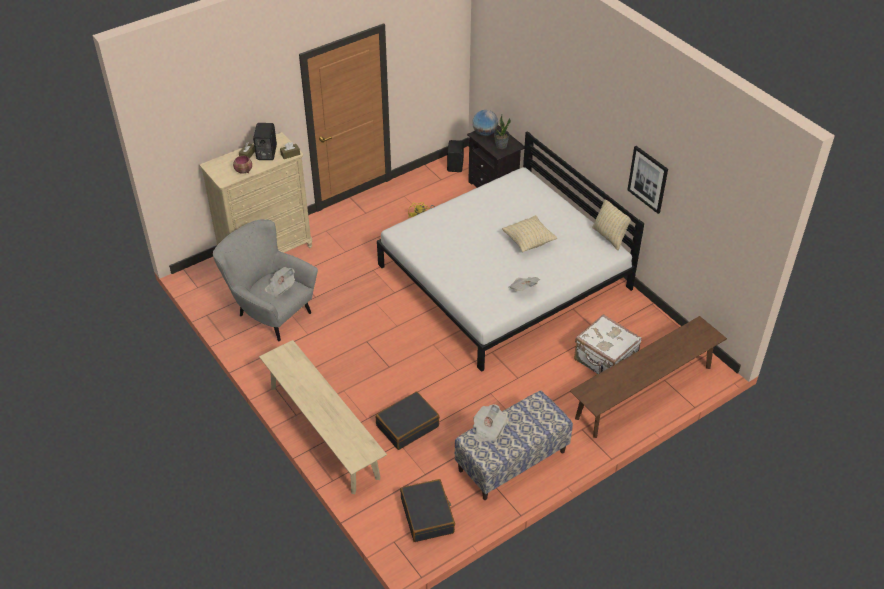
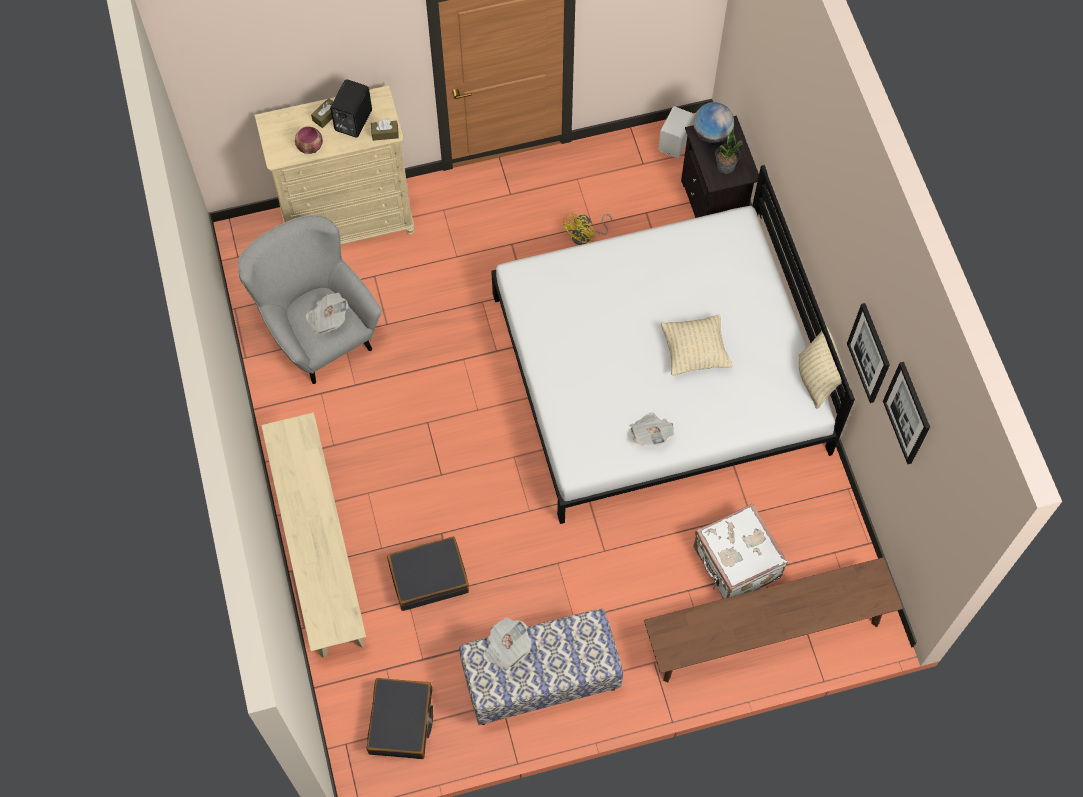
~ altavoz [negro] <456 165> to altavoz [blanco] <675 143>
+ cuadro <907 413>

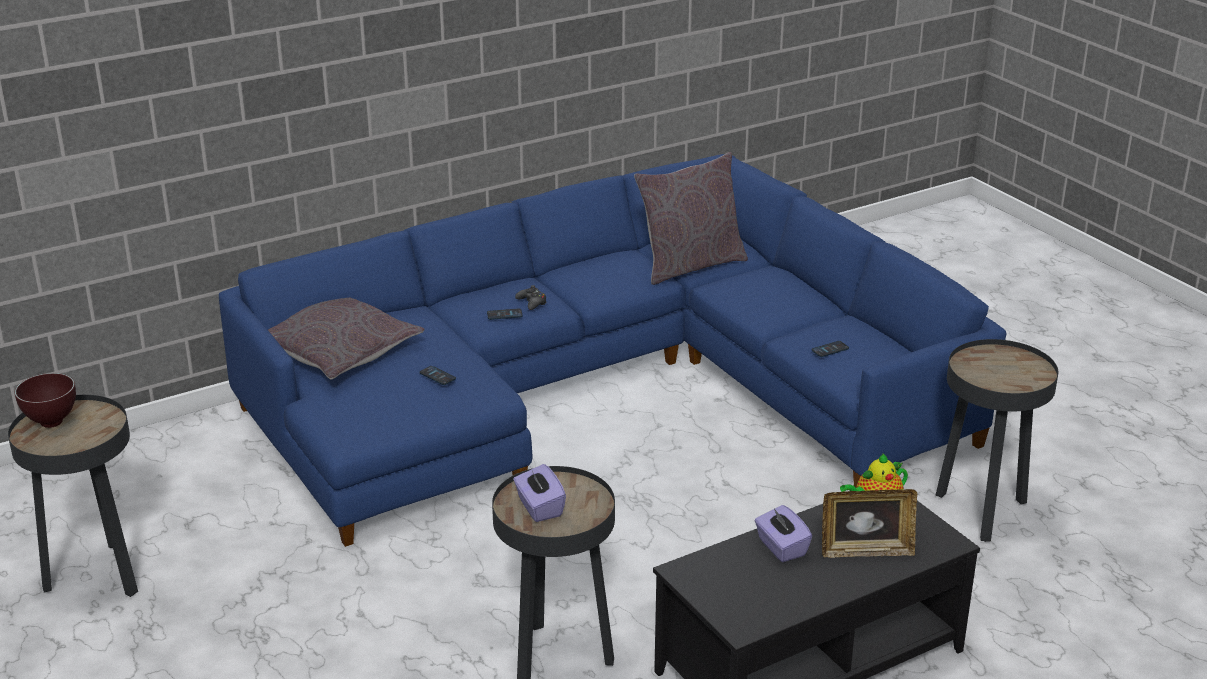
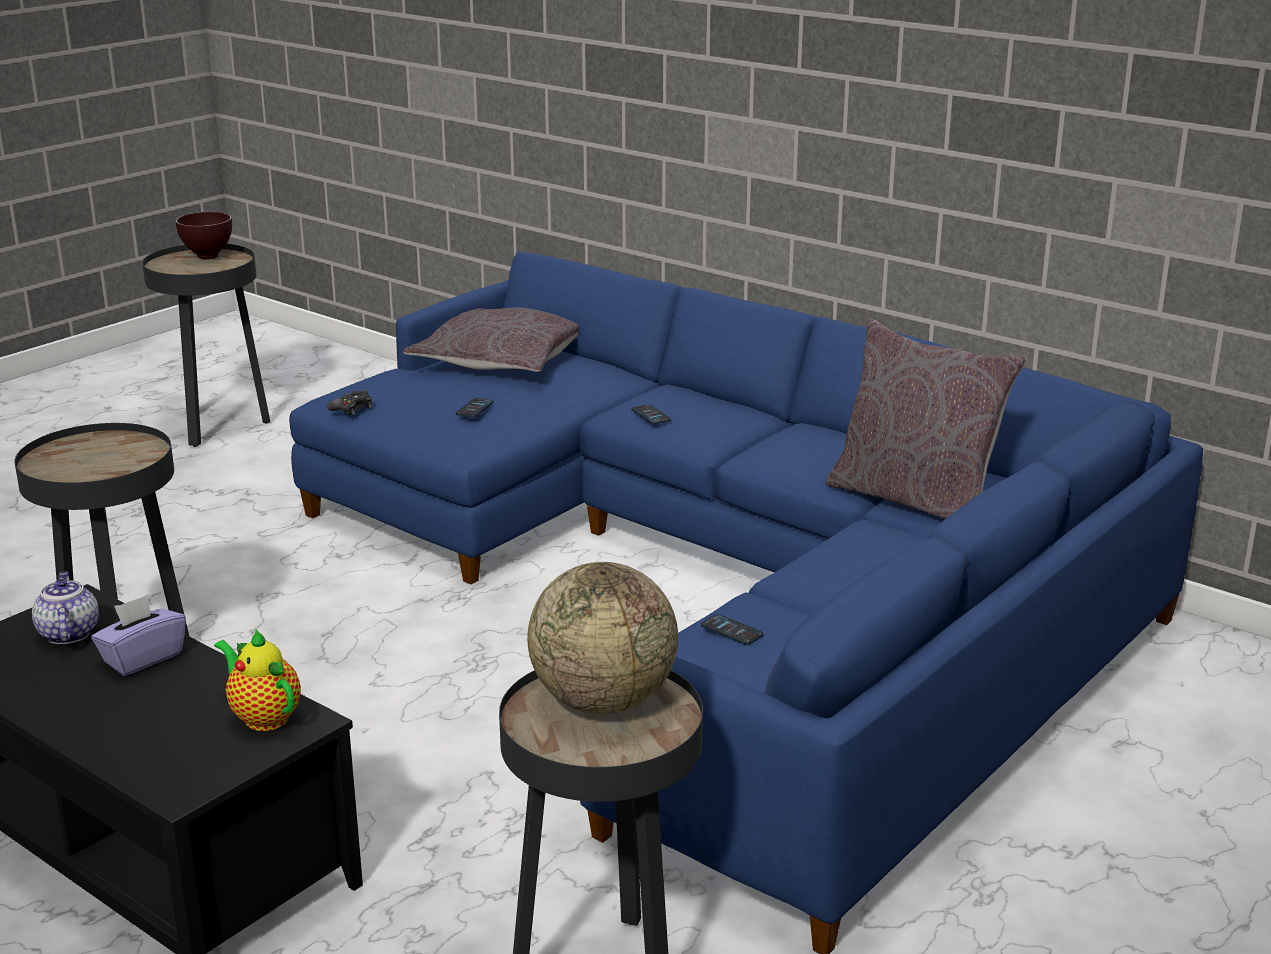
~ mando de consola [negro] <532 302> to <352 409>
- caja de pañuelos [morado] <539 507>
- portarretratos <866 551>
+ globo terráqueo <603 701>
+ tetera <68 633>

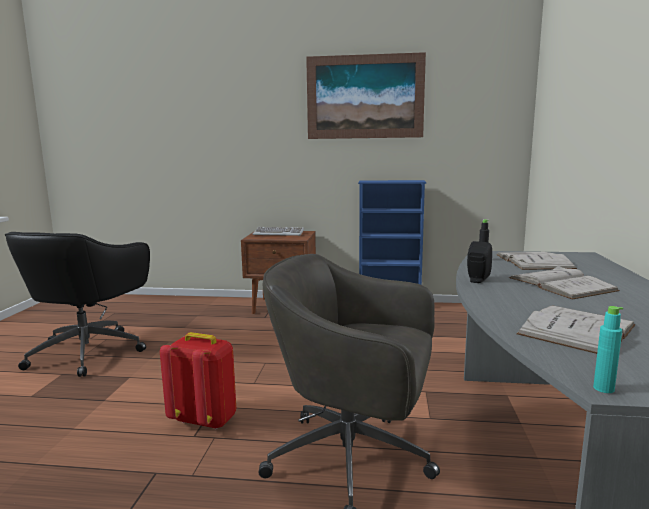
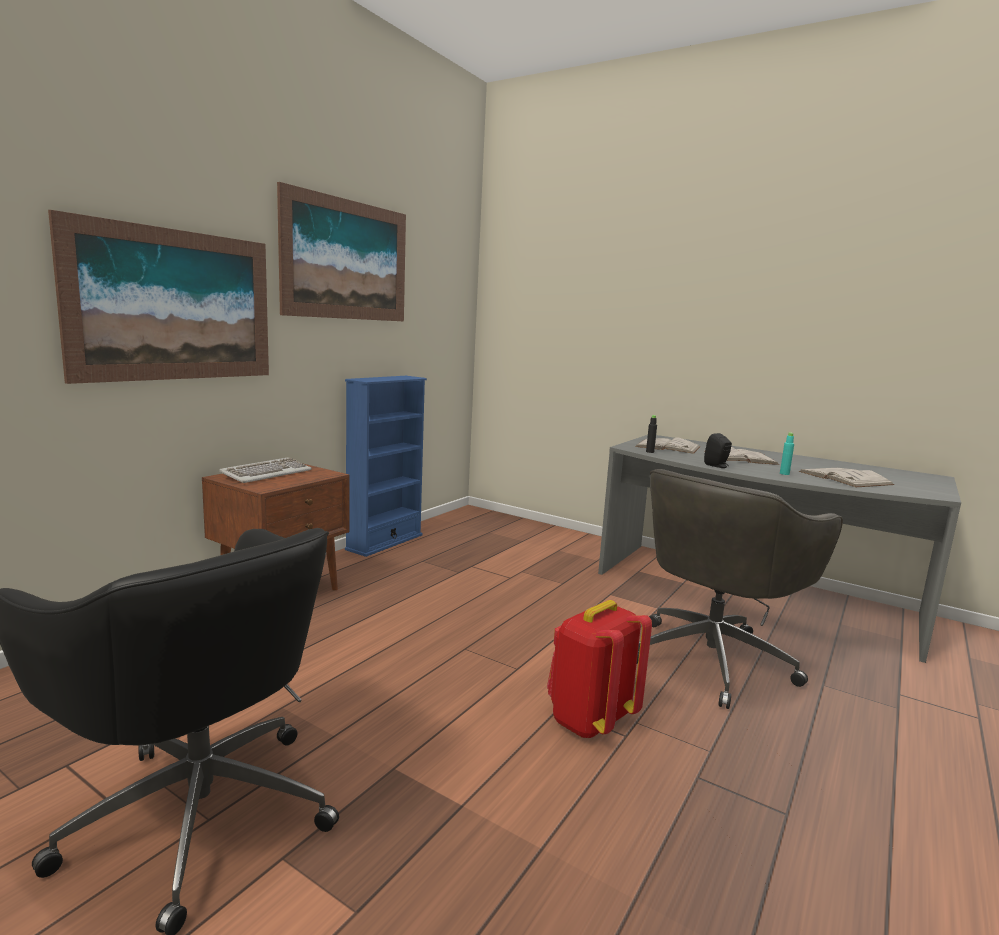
~ botella [turquesa] <603 388> to <784 473>
+ cuadro <174 305>

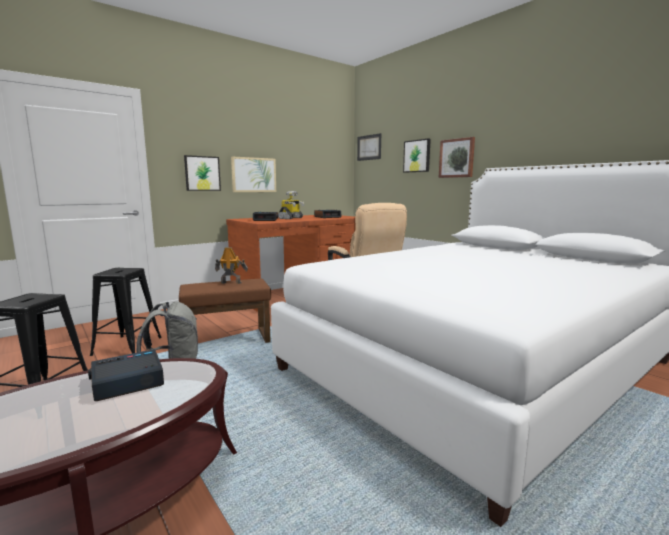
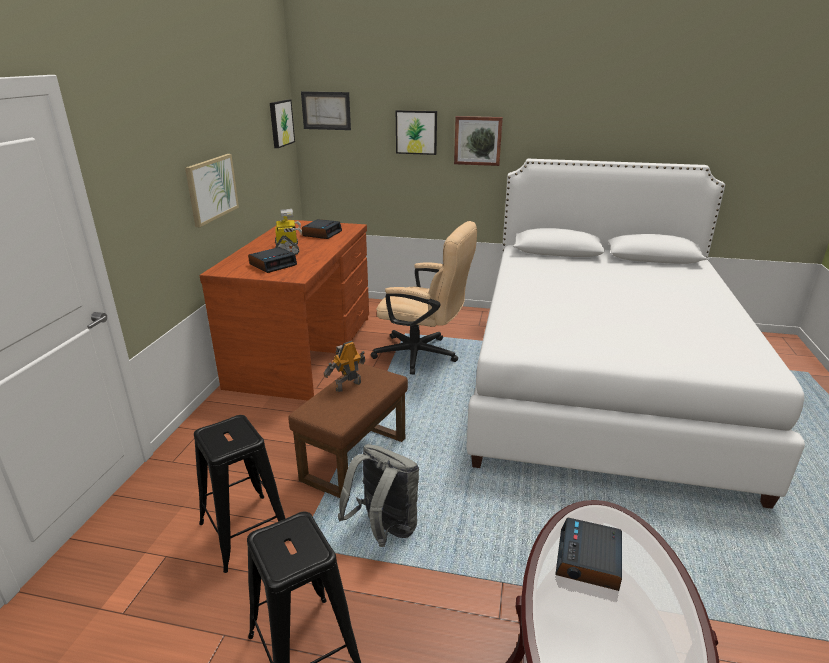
~ cuadro <202 173> to <280 123>

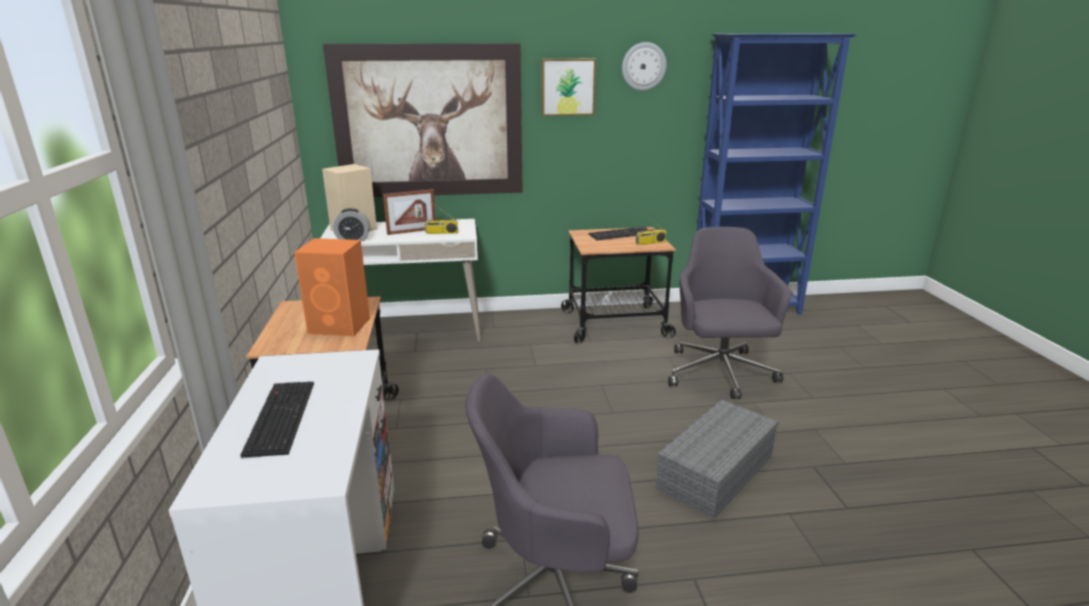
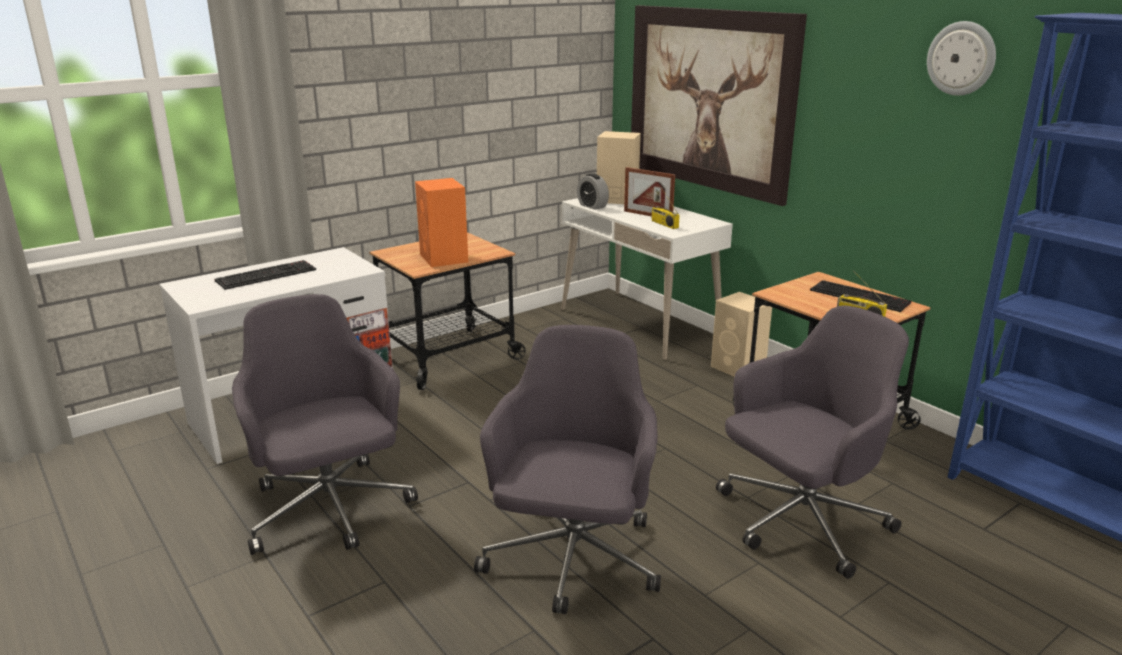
- cuadro <567 87>
~ caja de almacenaje [gris] <715 470> to silla de oficina [gris] <572 560>
+ altavoz [beis] <739 368>

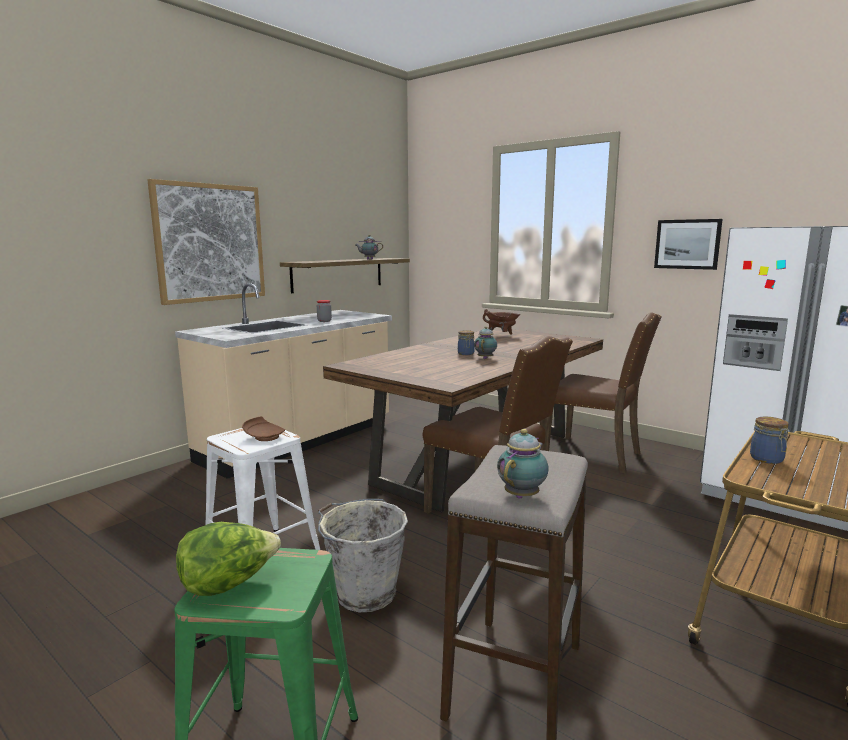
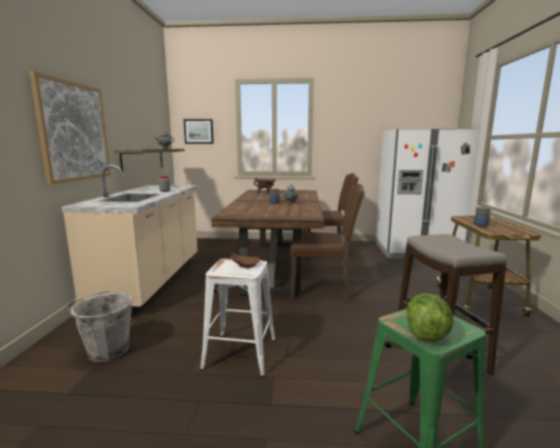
~ cuadro <687 244> to <198 131>
- tetera <523 495>
~ cubo [gris] <364 593> to <107 350>

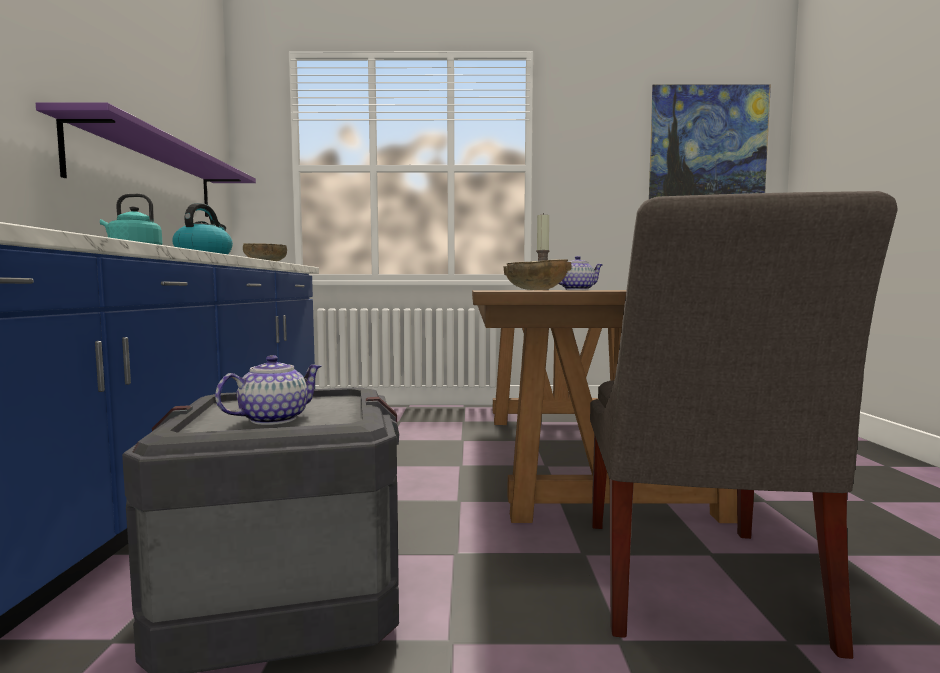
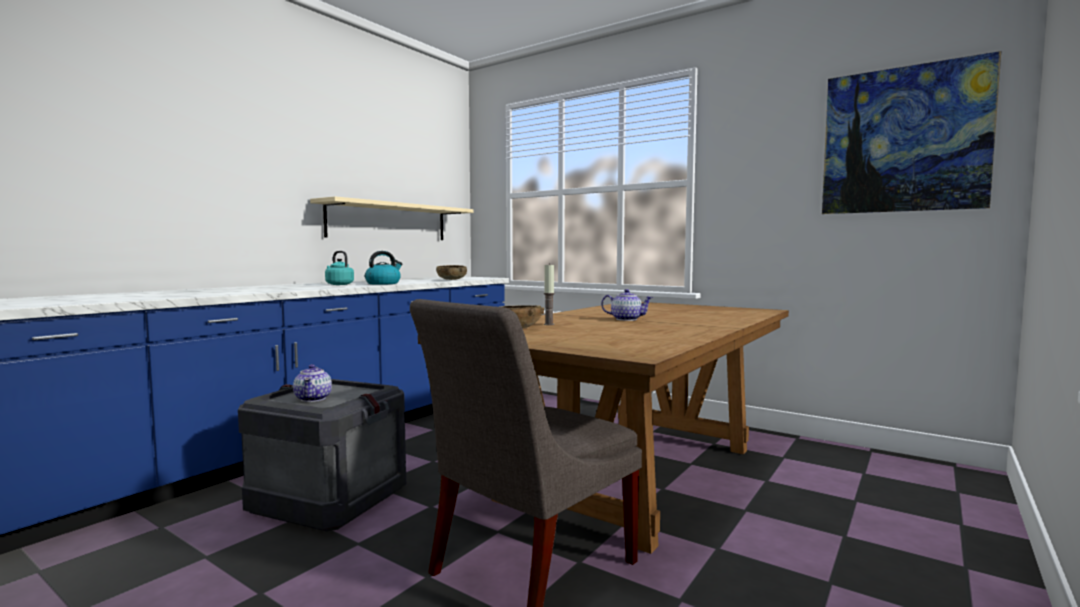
~ estante [morado] <148 175> to estante [beis] <389 222>
~ tetera <272 419> = <313 398> 90 degrees clockwise

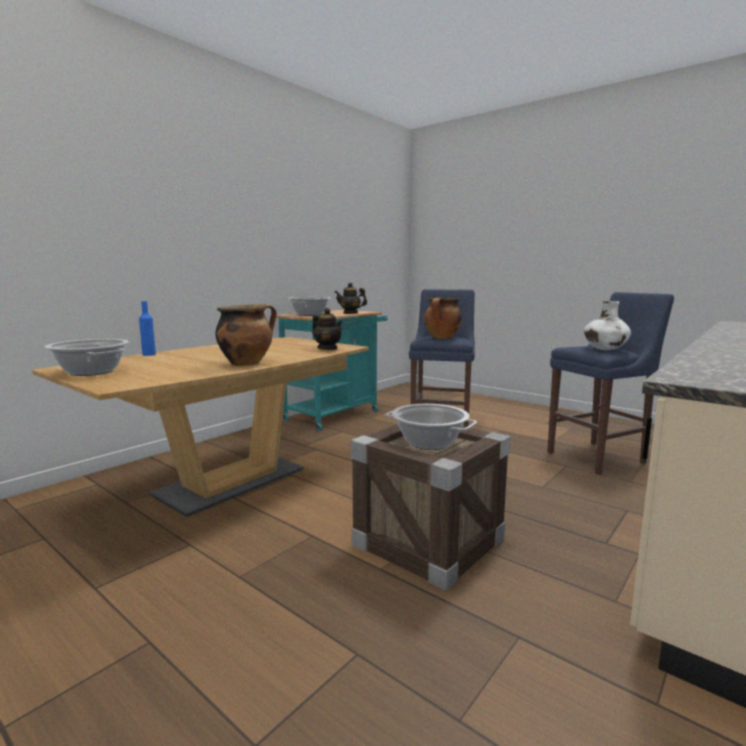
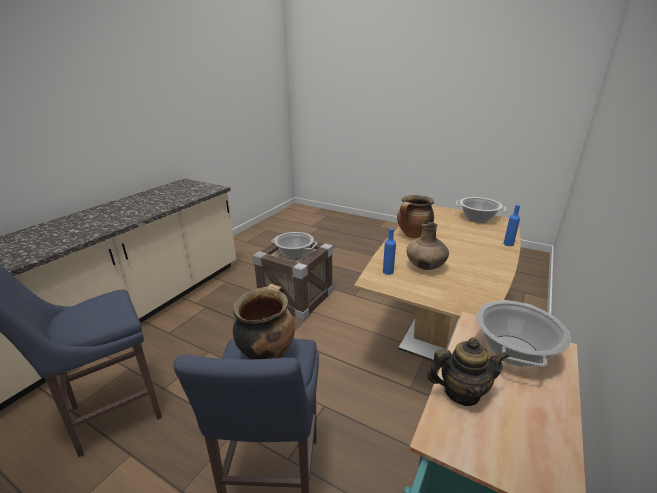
- florero [blanco] <604 350>
~ tetera <327 349> to botella [azul] <388 272>
+ florero [marrón] <425 267>

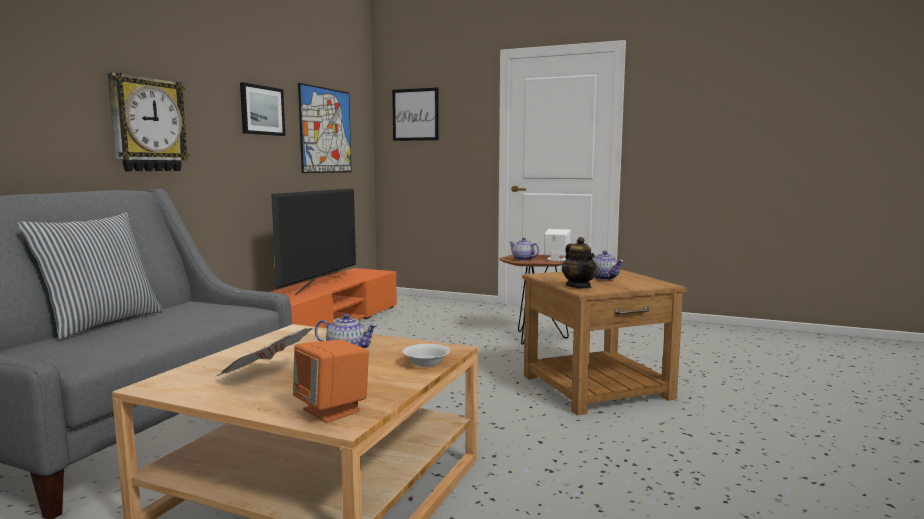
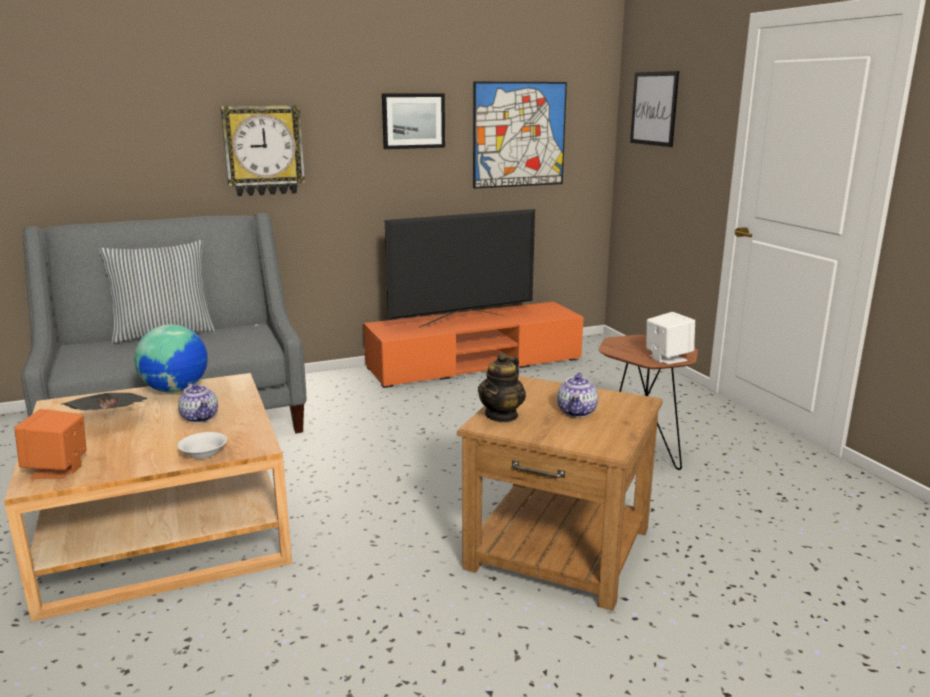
- tetera <523 259>
+ globo terráqueo <176 390>

